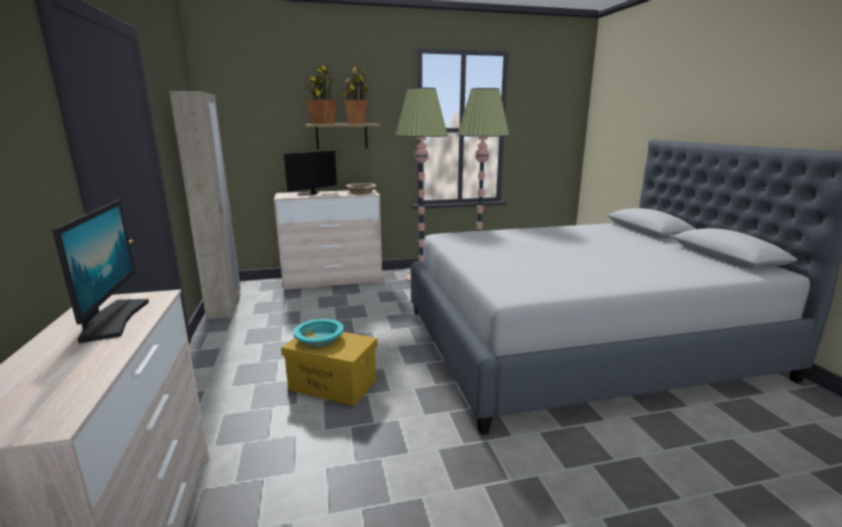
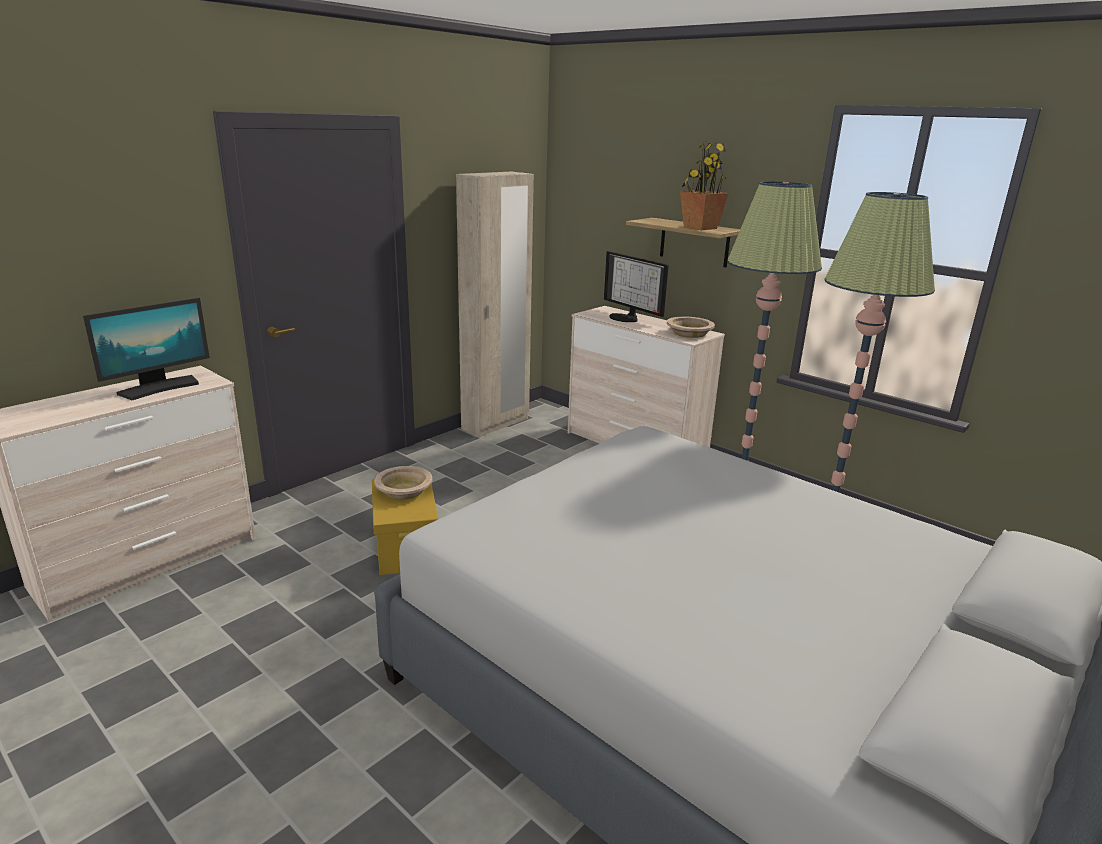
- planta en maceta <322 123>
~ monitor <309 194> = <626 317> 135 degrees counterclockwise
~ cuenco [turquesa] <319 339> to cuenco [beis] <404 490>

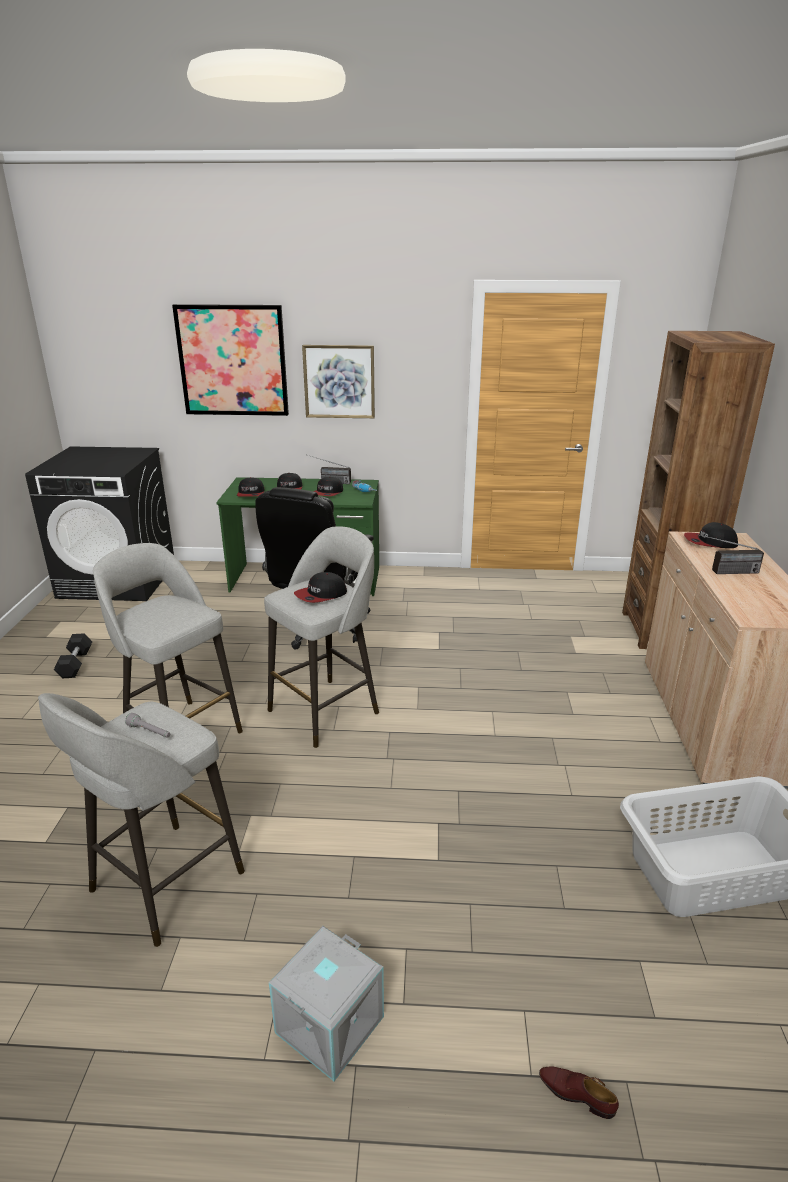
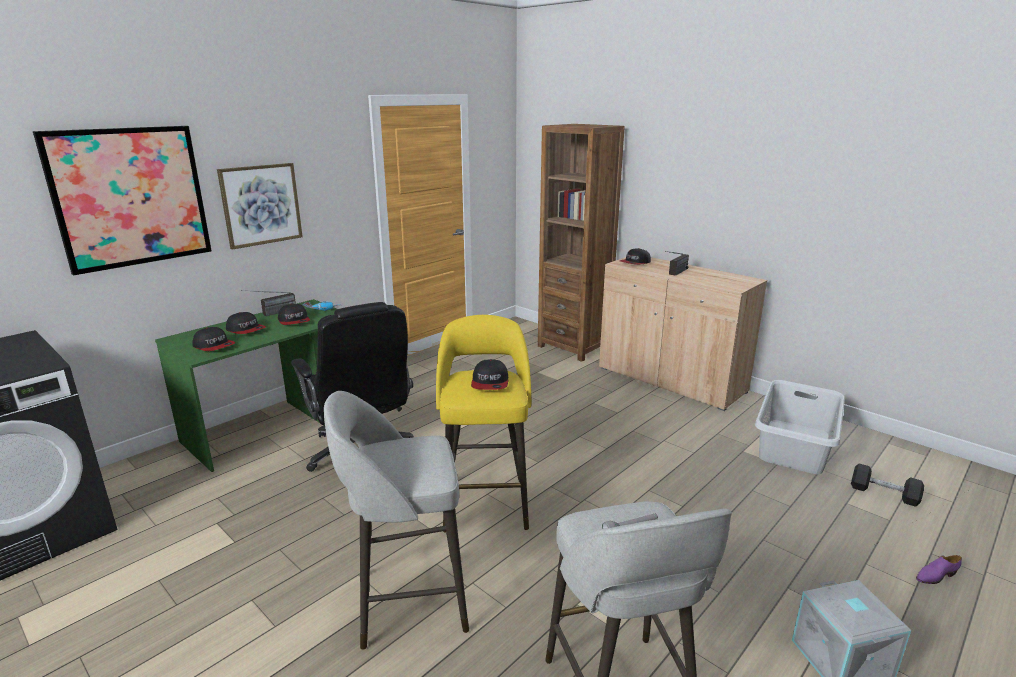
~ taburete [gris] <326 710> to taburete [amarillo] <485 502>
~ mancuerna [negro] <75 664> to <884 493>
~ zapato [marrón] <576 1094> to zapato [morado] <935 575>

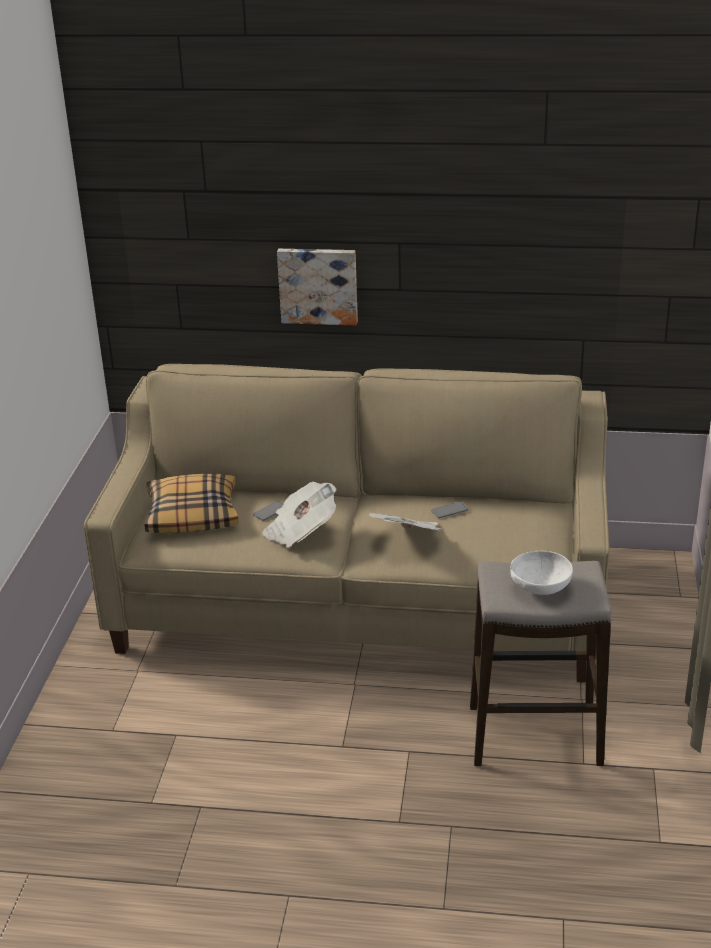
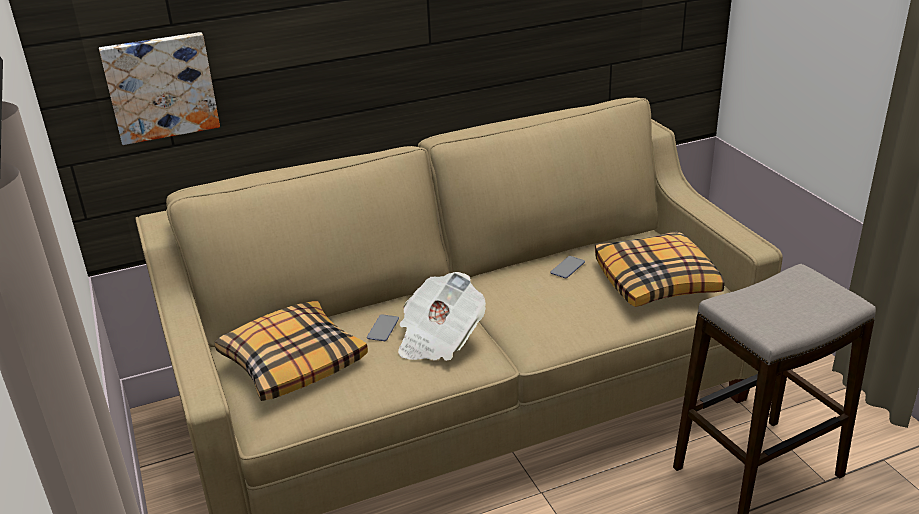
~ cuadro <318 285> to <160 86>
- periódico <408 538>
- cuenco [blanco] <540 589>
+ cojín <656 281>

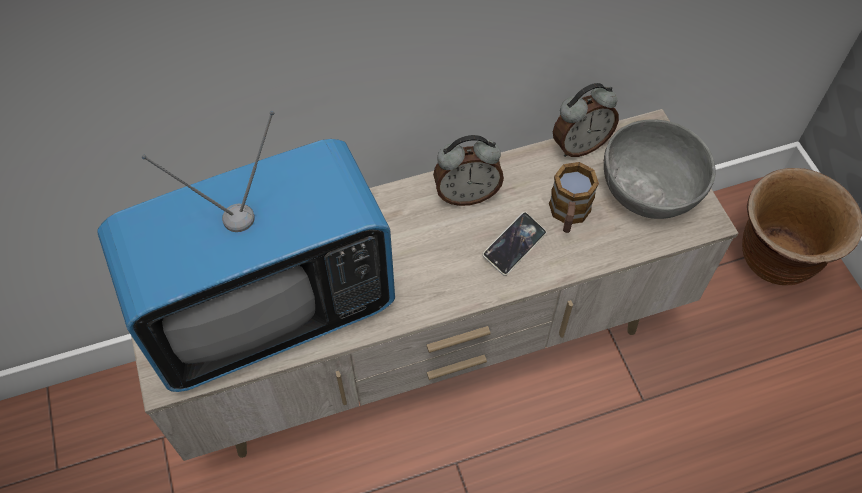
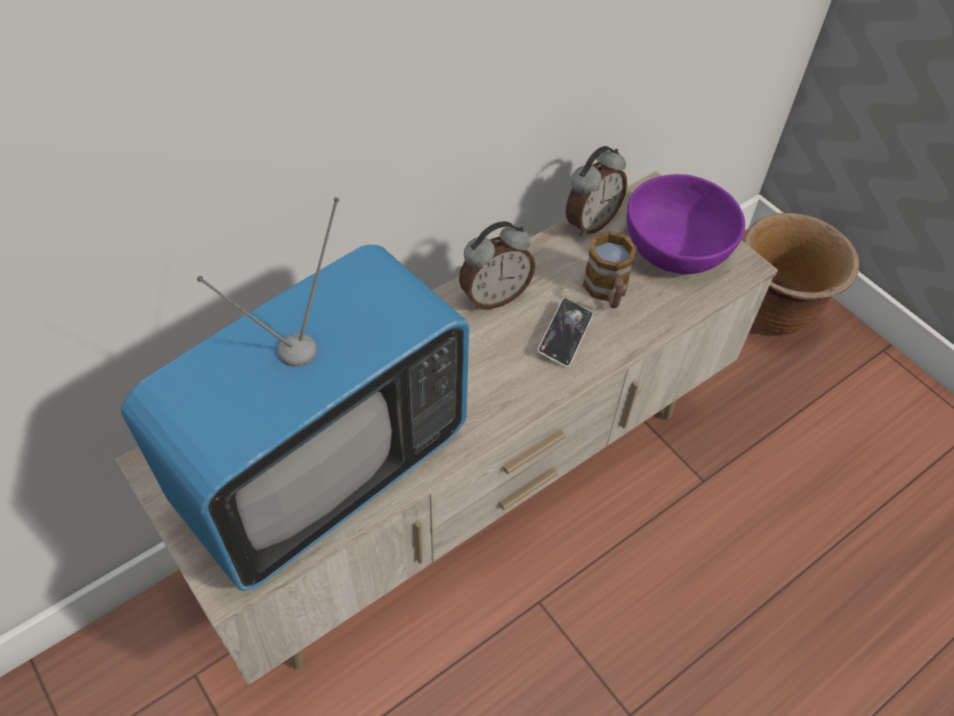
~ cuenco [gris] <651 188> to cuenco [morado] <677 246>

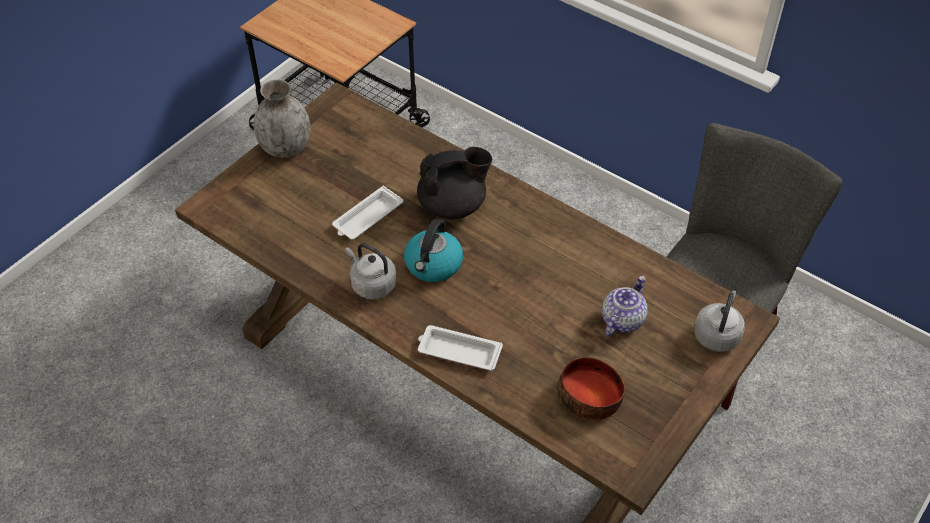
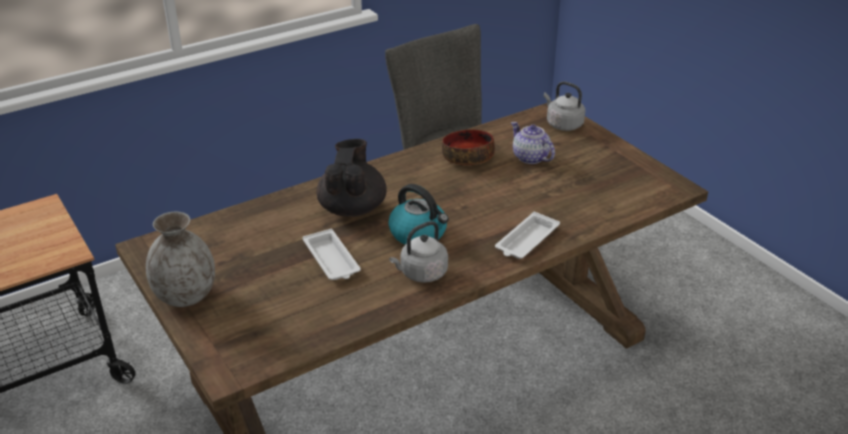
~ cuenco <590 397> to <468 157>

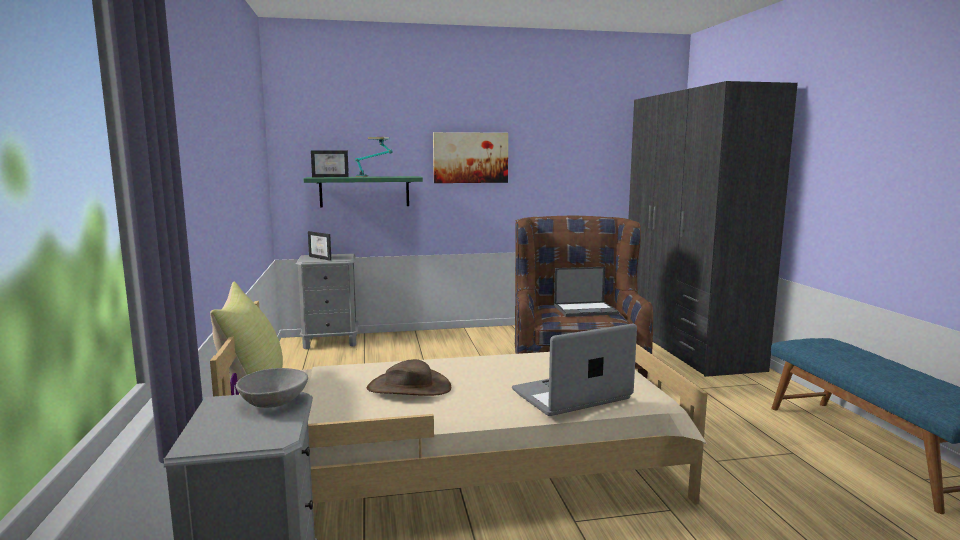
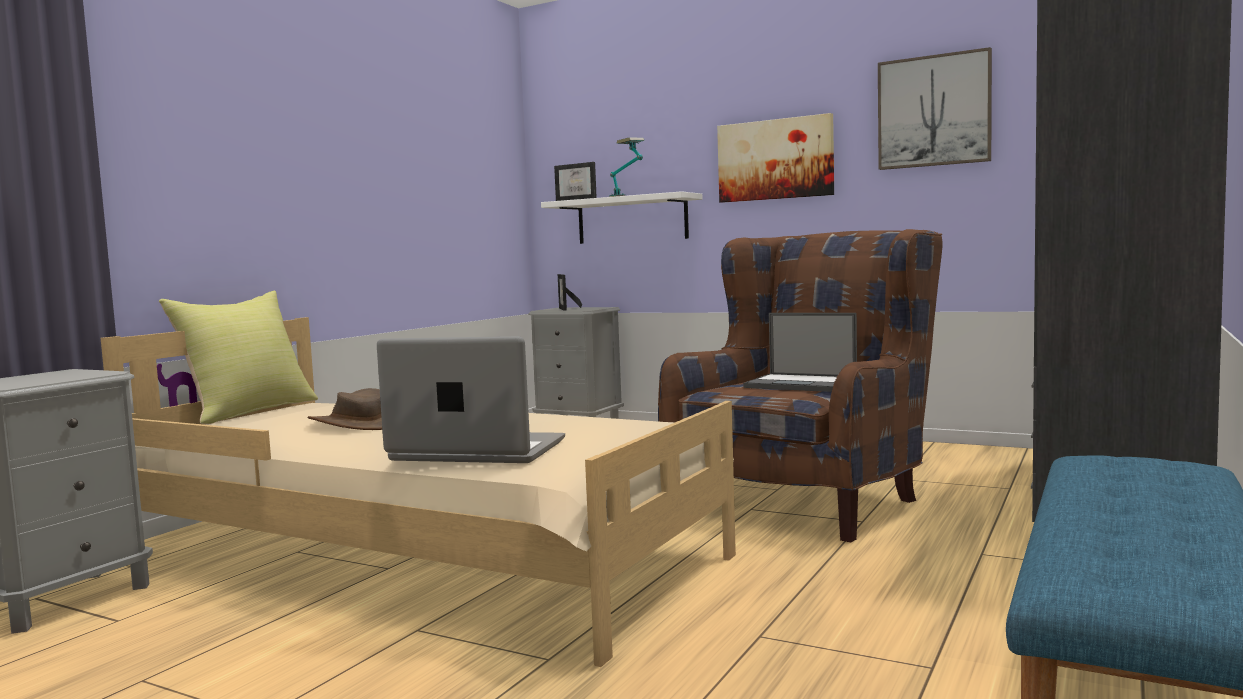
~ estante [verde] <364 191> to estante [blanco] <632 220>
- cuenco [gris] <273 402>
+ cuadro <934 111>

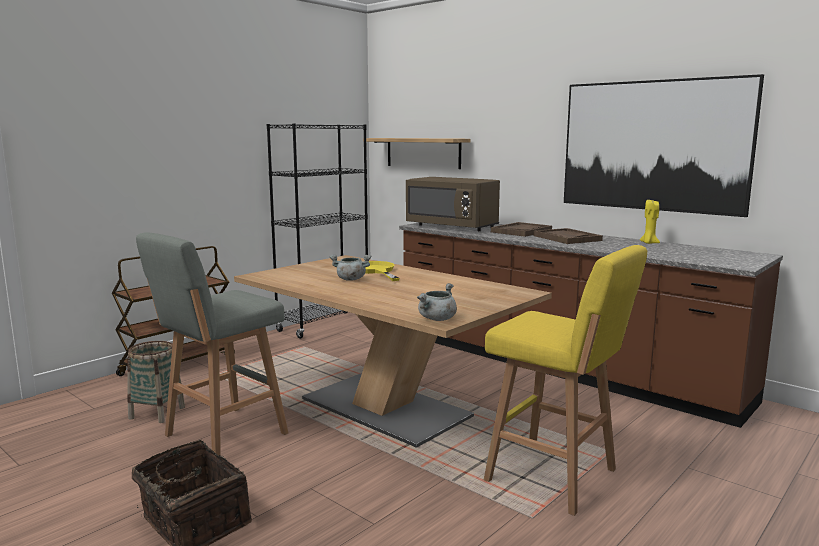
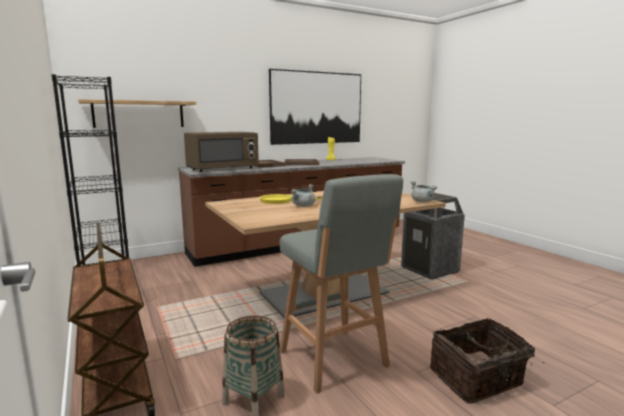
~ taburete [amarillo] <555 477> to papelera <430 270>

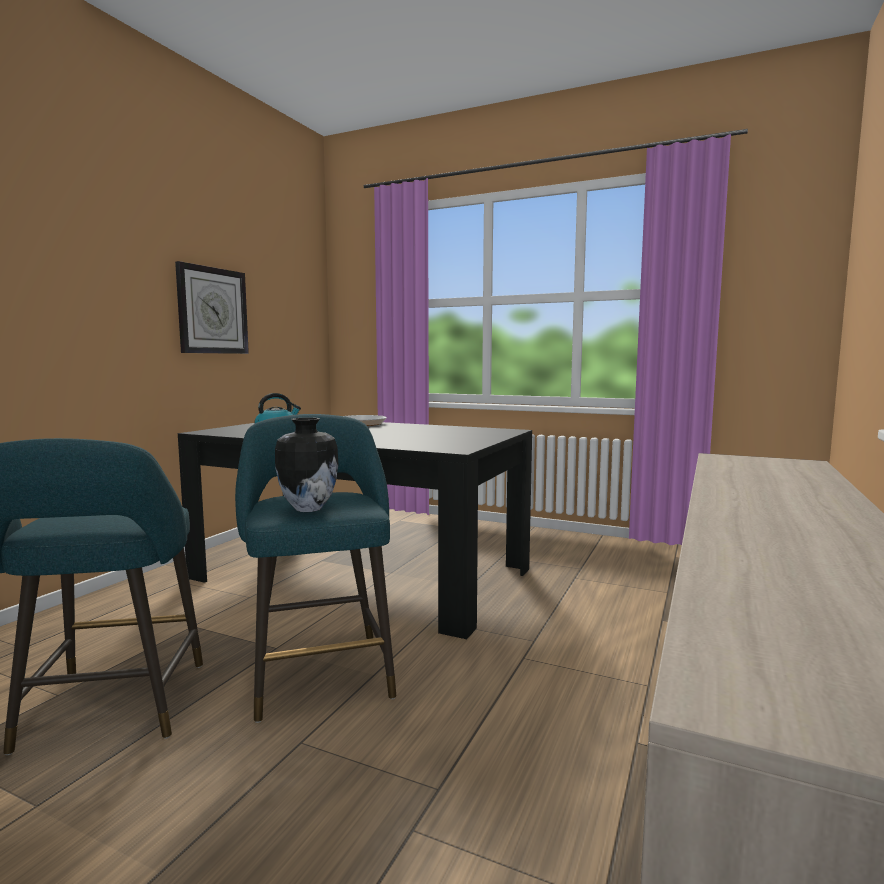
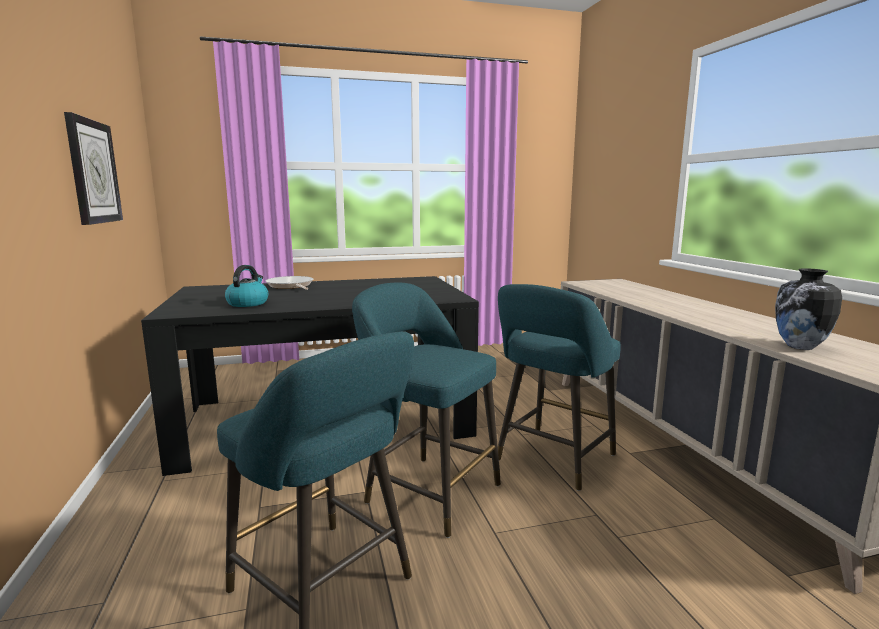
~ florero <307 509> to <800 347>
+ taburete [turquesa] <552 460>

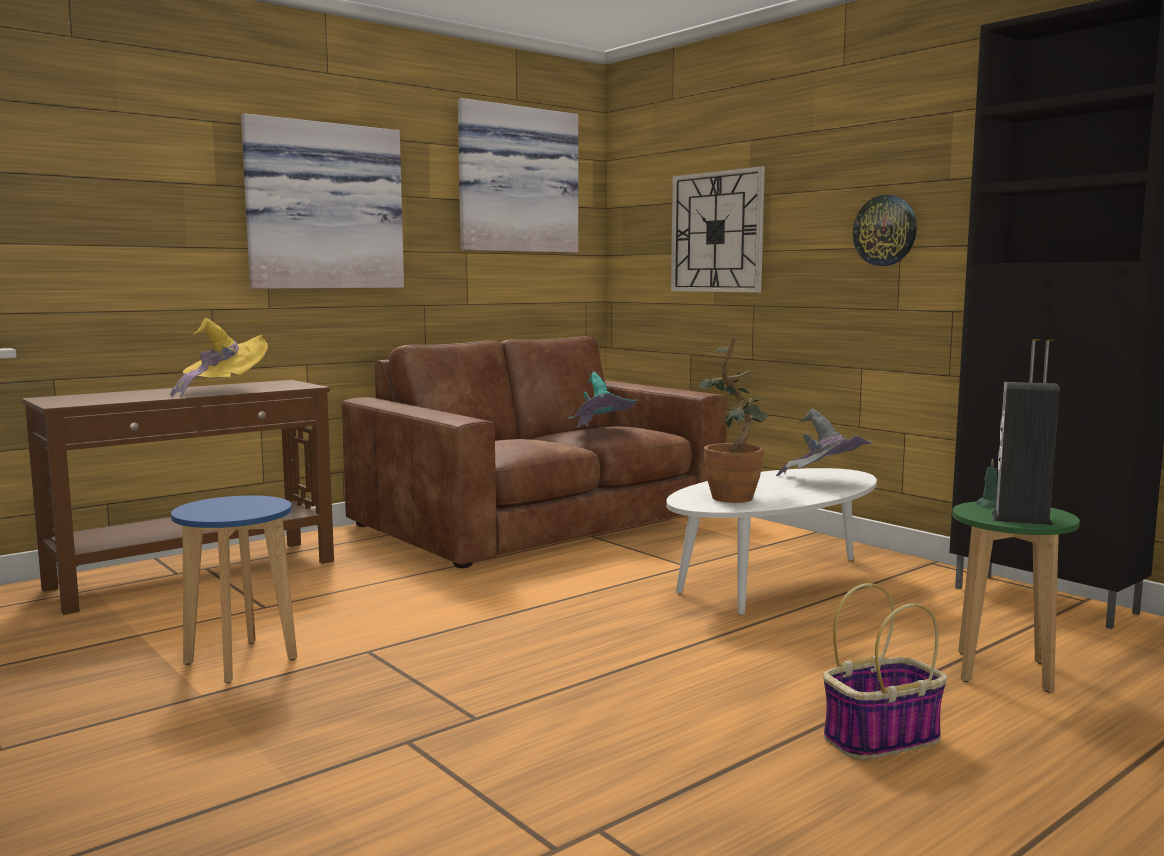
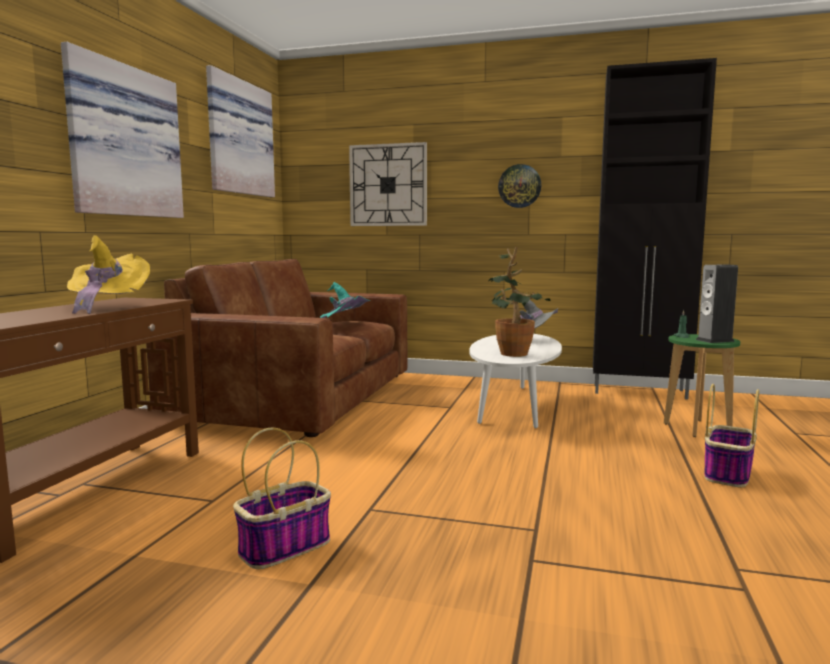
~ taburete [azul] <241 661> to cesta <285 547>

